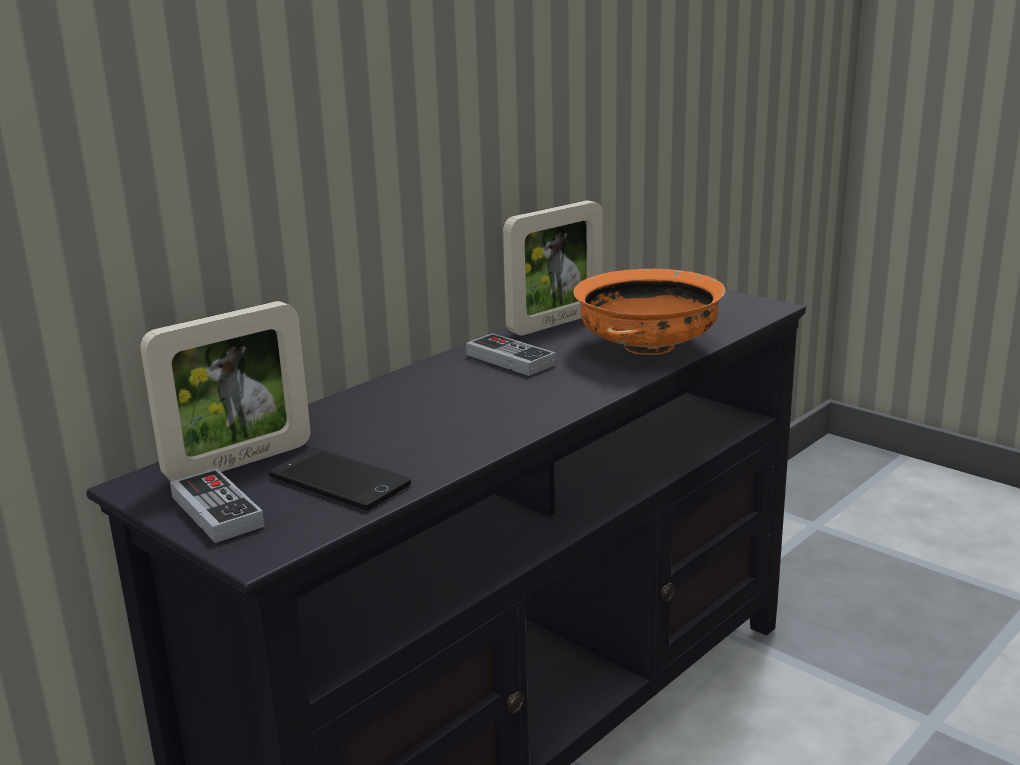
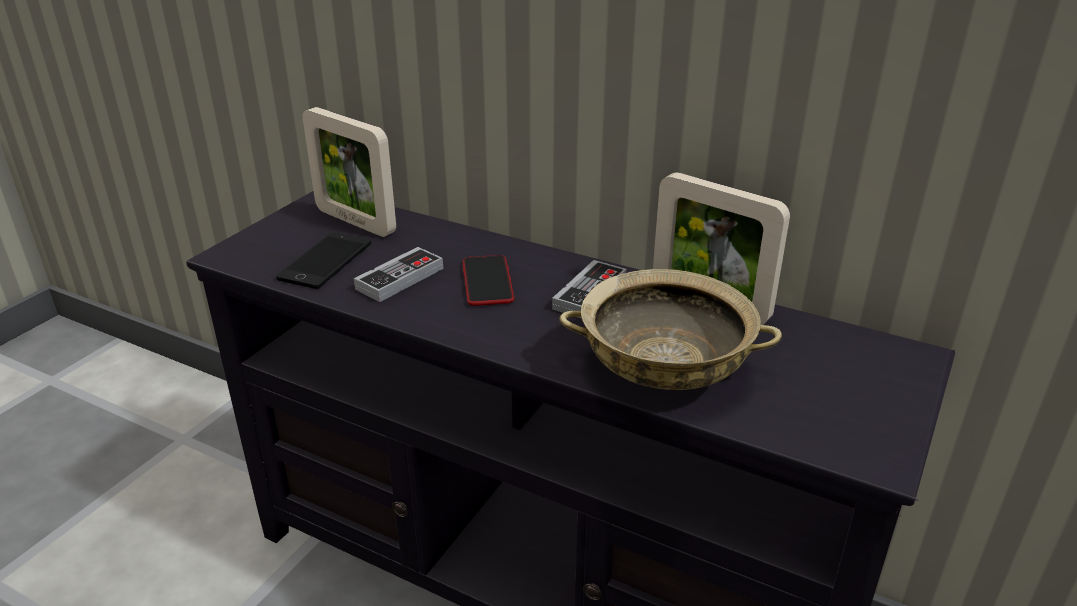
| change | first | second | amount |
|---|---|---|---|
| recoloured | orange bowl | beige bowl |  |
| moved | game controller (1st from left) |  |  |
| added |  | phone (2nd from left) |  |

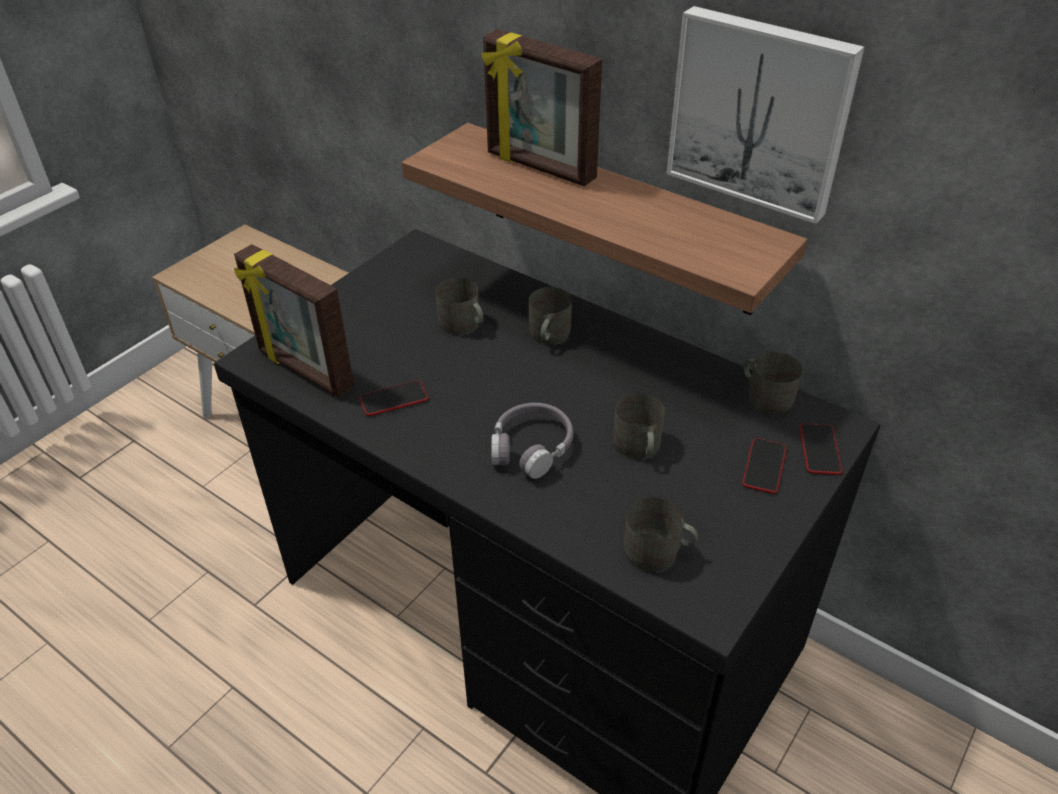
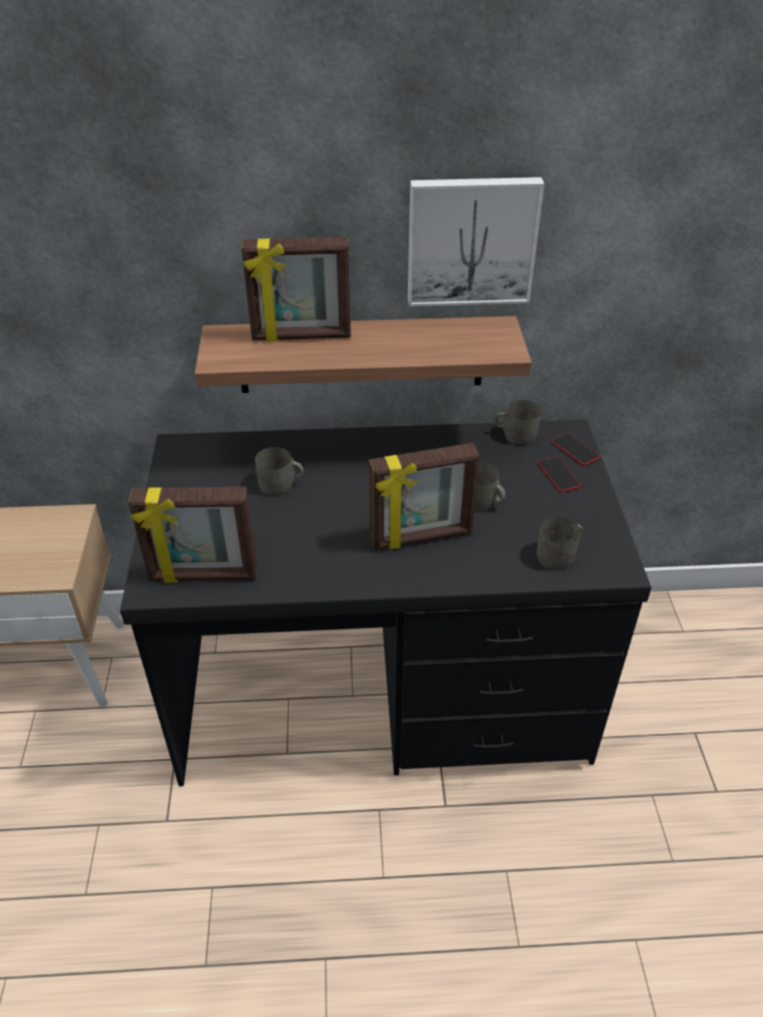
| change | first | second | amount |
|---|---|---|---|
| removed | grey mug (2nd from left) |  |  |
| removed | phone (1st from left) |  |  |
| replaced | grey headphones | picture frame (3rd from left) |  |

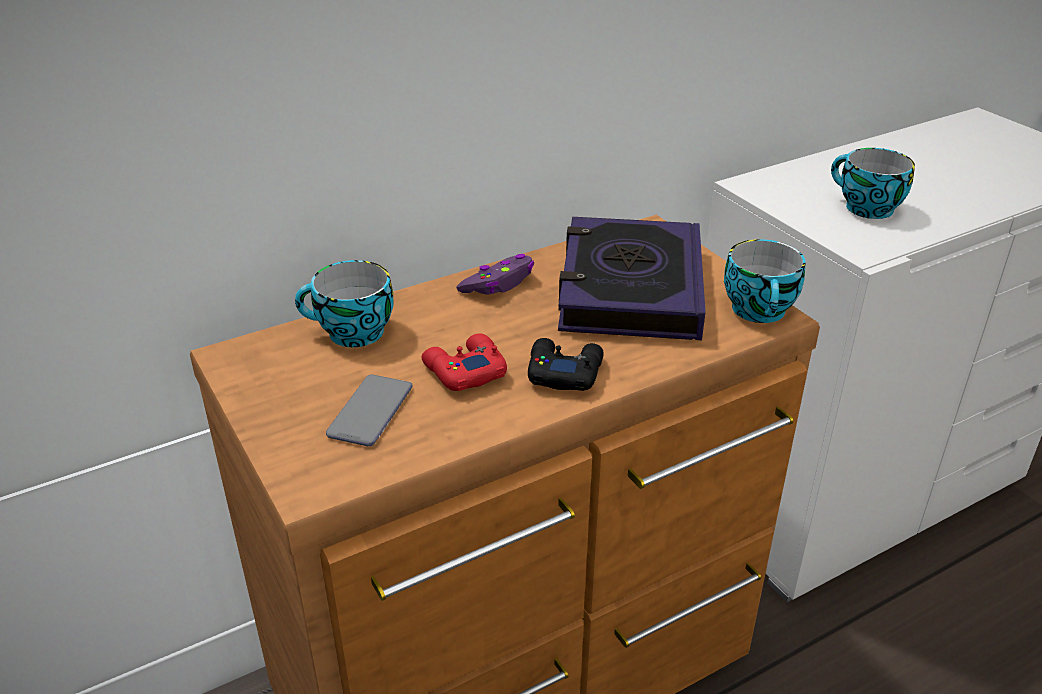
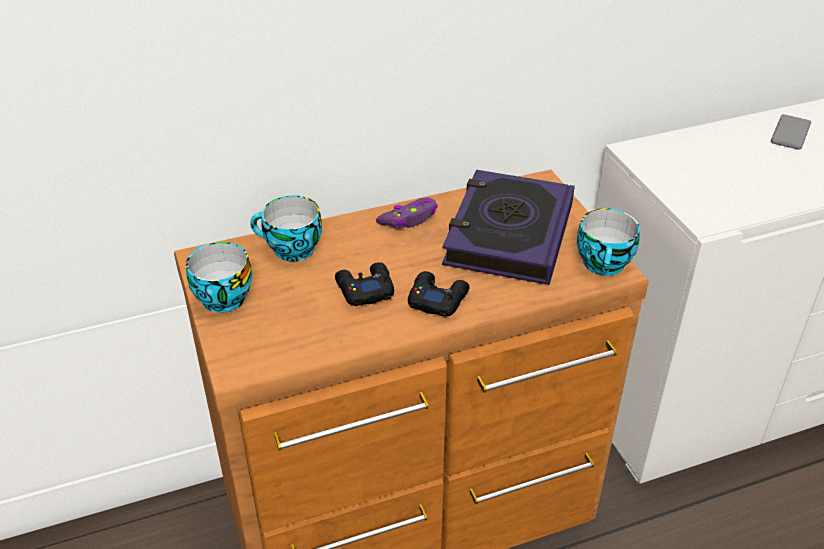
| change | first | second | amount |
|---|---|---|---|
| moved | cup (3rd from left in the first image) | cup (1st from left) |  |
| recoloured | red game controller | black game controller (1st from left) |  |
| moved | phone |  |  |

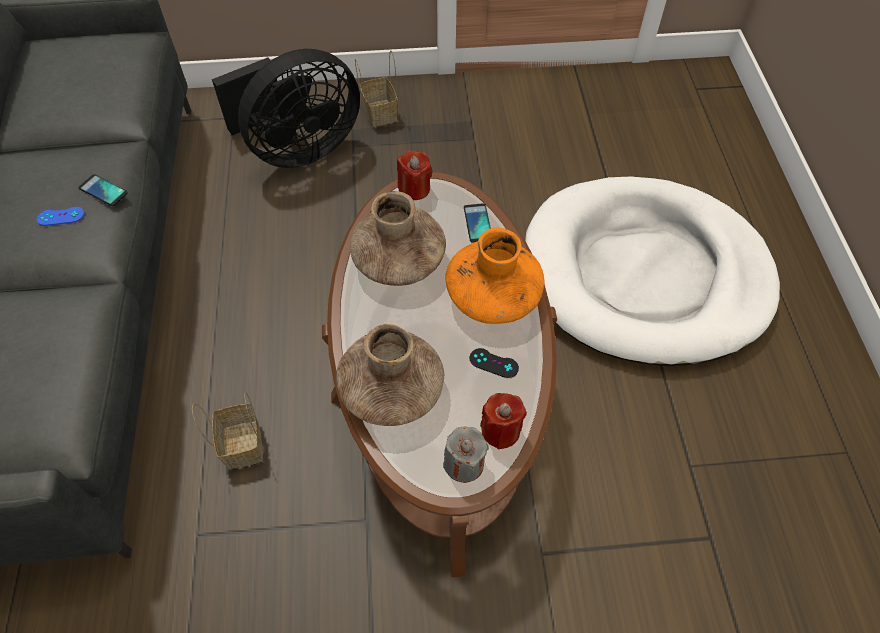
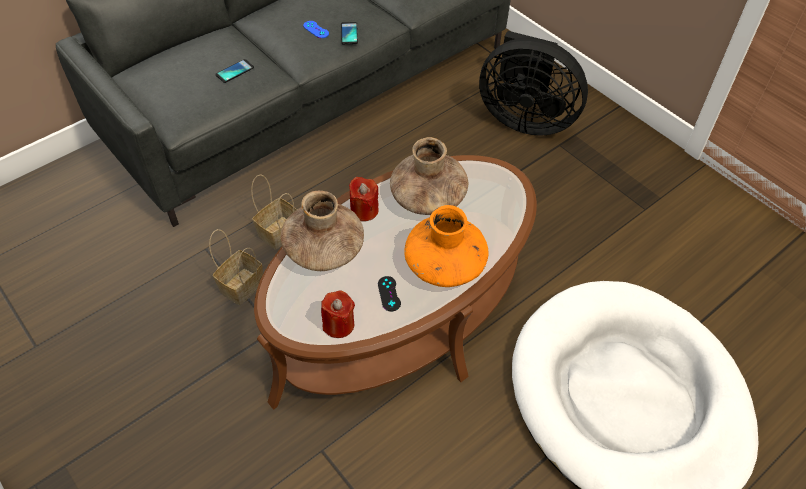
| change | first | second | amount |
|---|---|---|---|
| moved | basket (2nd from left in the first image) | basket (1st from left) |  |
| moved | red candle (1st from left in the first image) | red candle (2nd from left) |  |
| moved | phone (2nd from left in the first image) | phone (1st from left) |  |
| removed | grey candle |  |  |

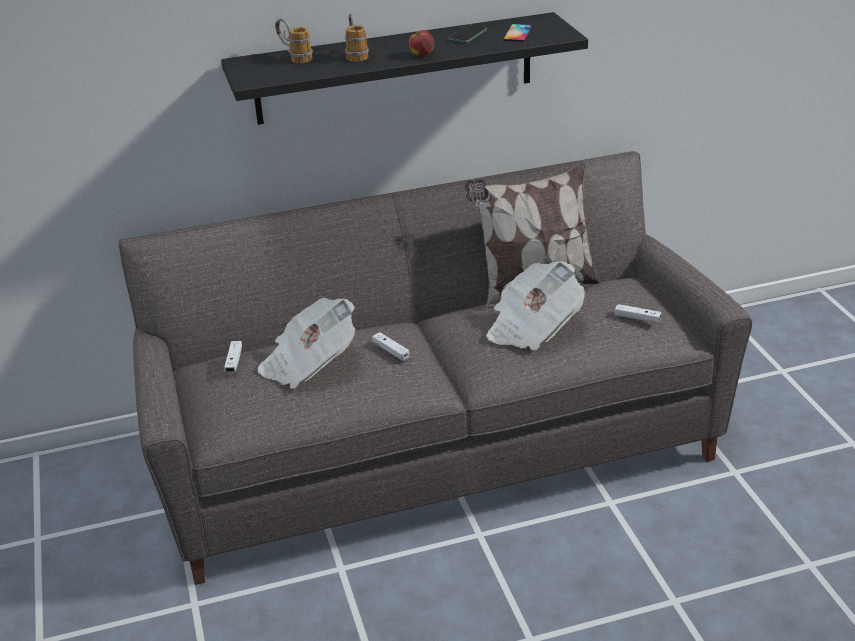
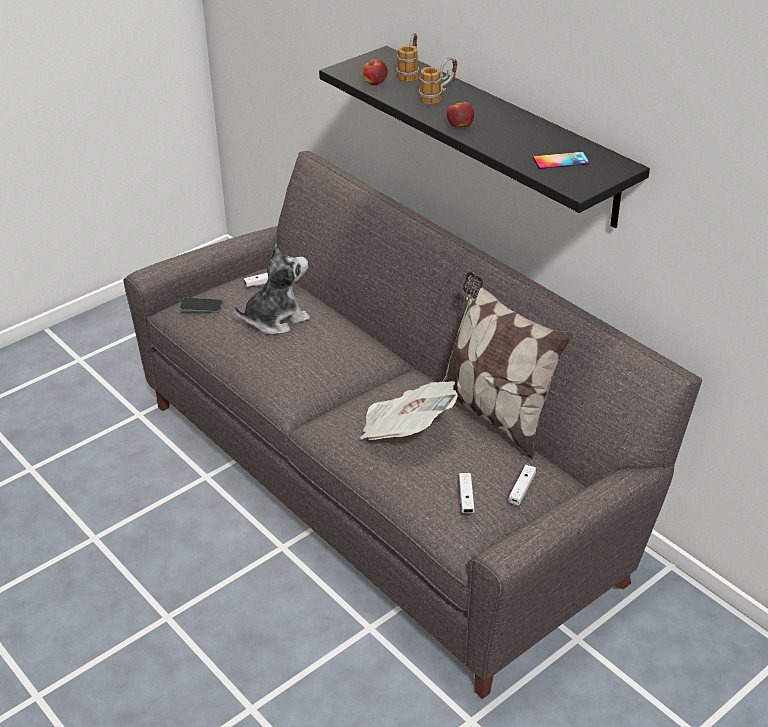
| change | first | second | amount |
|---|---|---|---|
| moved | phone (1st from left) |  |  |
| replaced | newspaper (1st from left) | plush toy |  |
| moved | white game controller (2nd from left in the first image) | white game controller (3rd from left) |  |
| added |  | apple (1st from left) |  |

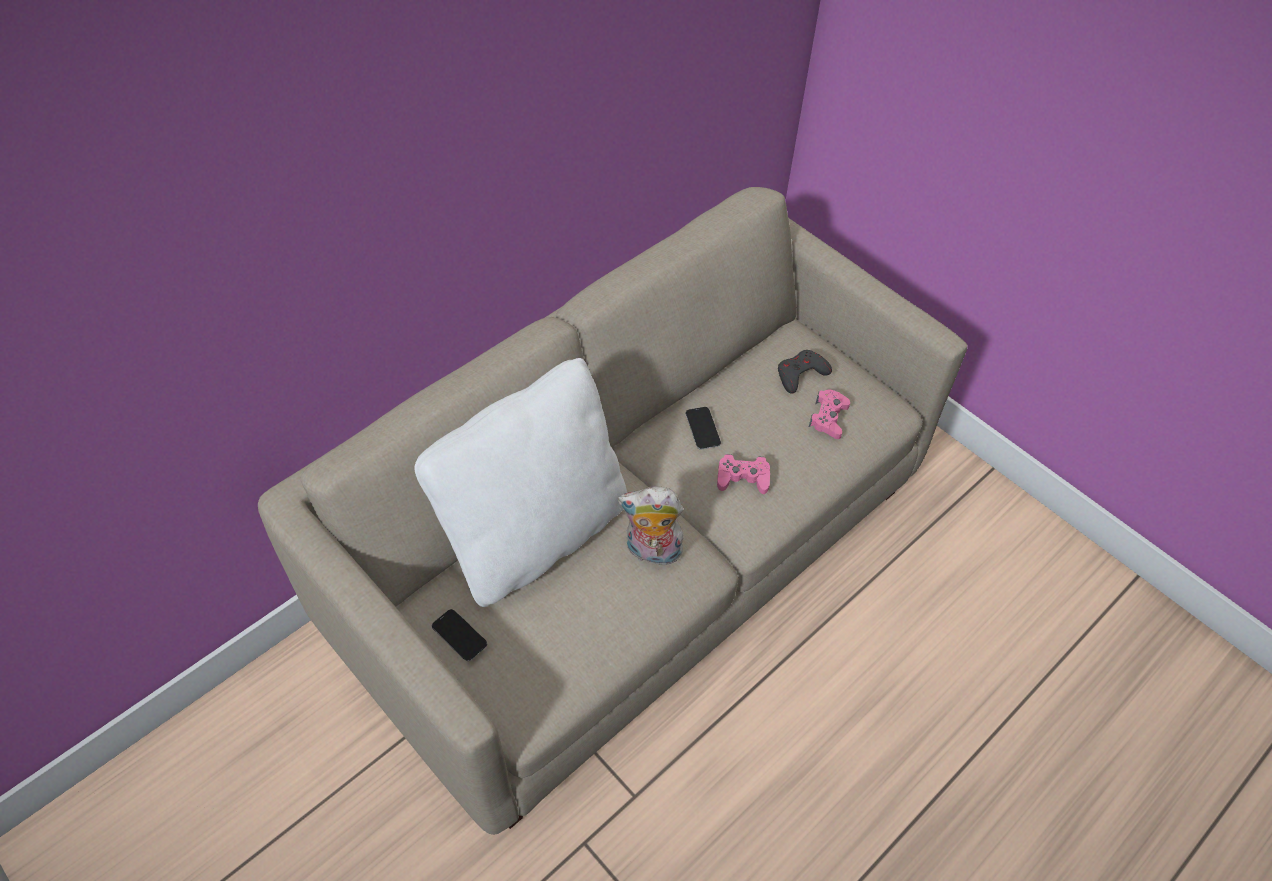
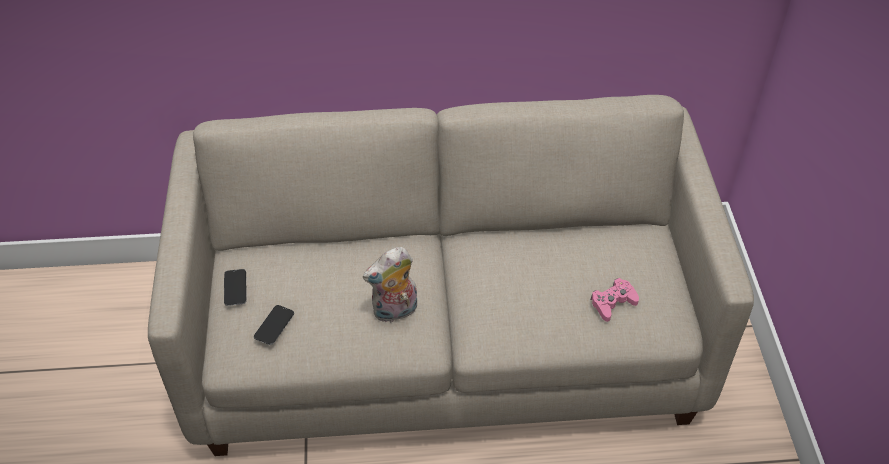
| change | first | second | amount |
|---|---|---|---|
| removed | grey game controller |  |  |
| removed | white pillow |  |  |
| moved | phone (2nd from left) |  |  |
| removed | pink game controller (1st from left) |  |  |
| turned | plush toy |  | 75 degrees counterclockwise |

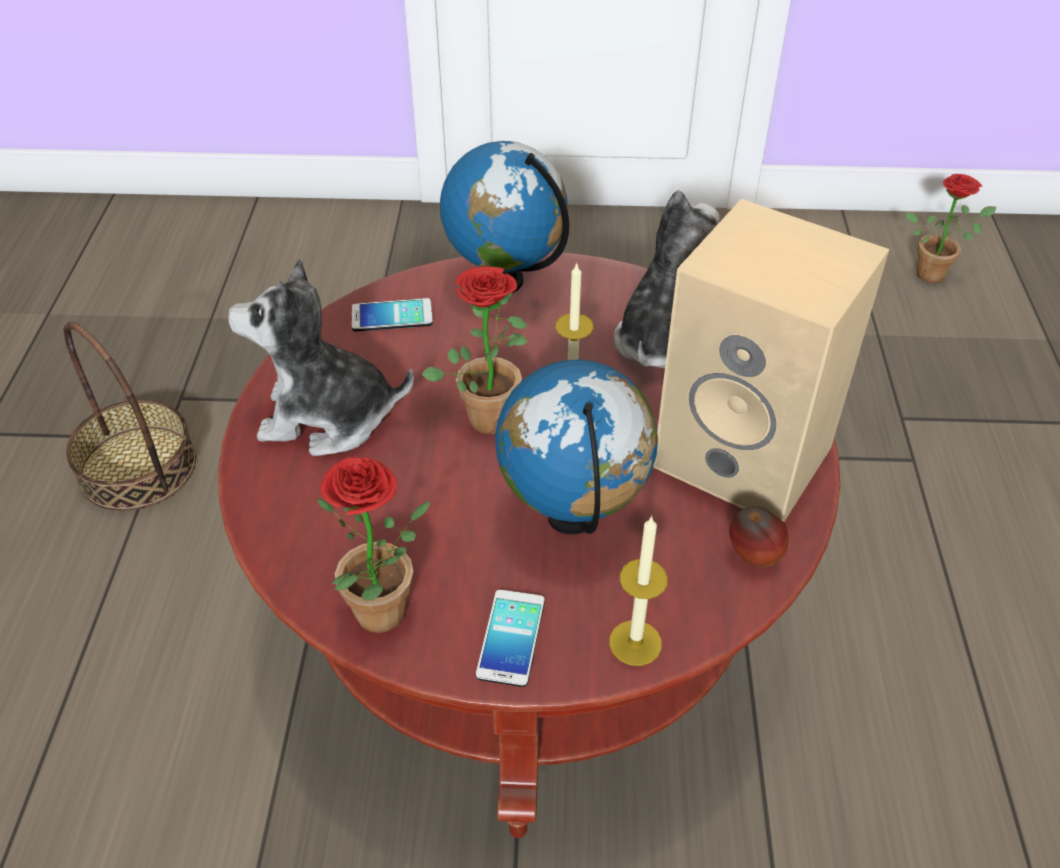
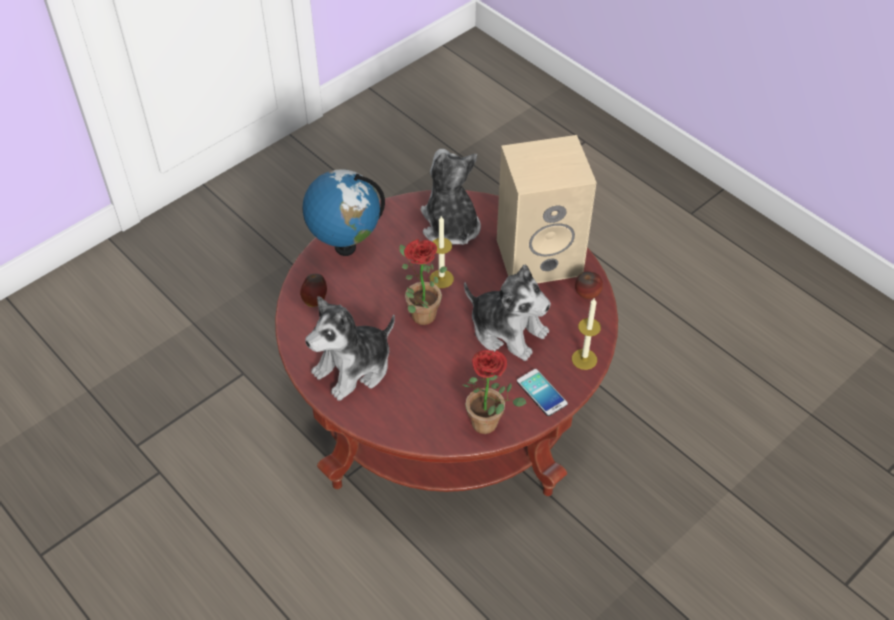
| change | first | second | amount |
|---|---|---|---|
| removed | potted plant (3rd from left) |  |  |
| replaced | phone (1st from left) | apple (1st from left) |  |
| removed | basket |  |  |
| replaced | globe (2nd from left) | plush toy (3rd from left) |  |

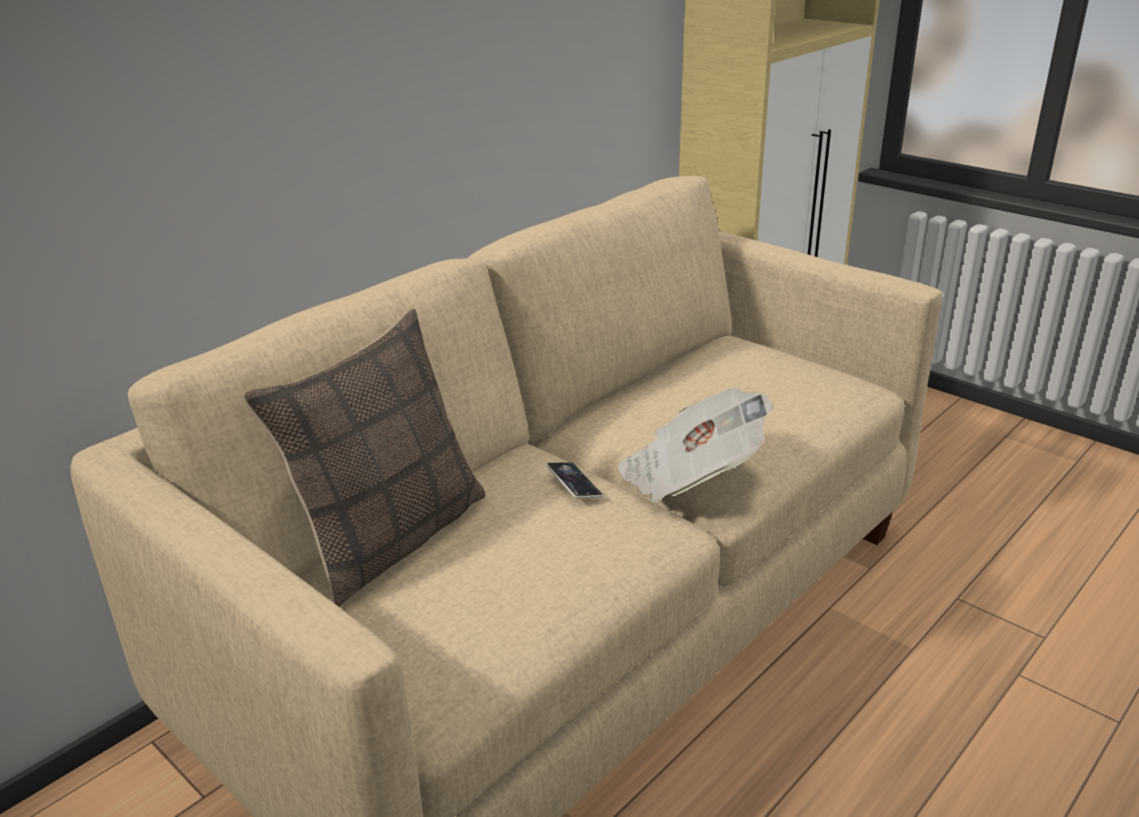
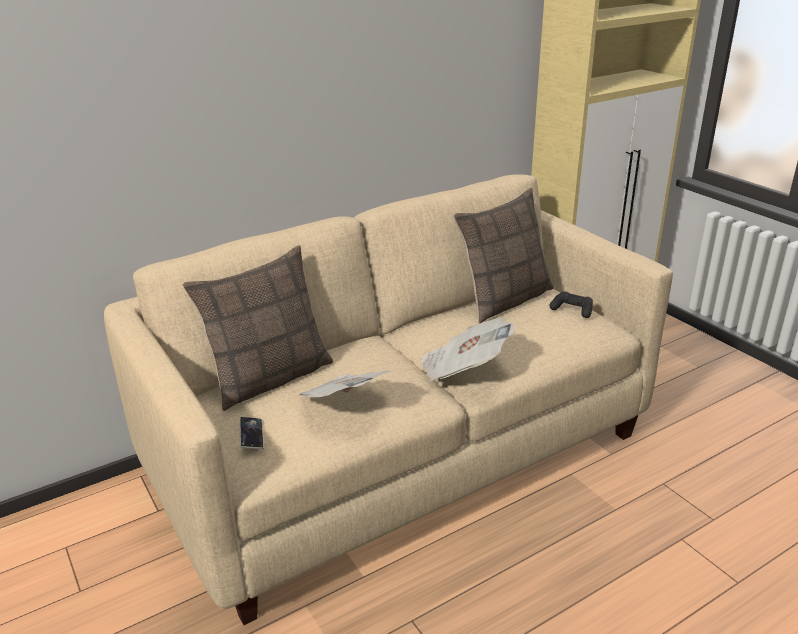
| change | first | second | amount |
|---|---|---|---|
| moved | phone |  |  |
| added |  | pillow (2nd from left) |  |
| added |  | black game controller |  |
| added |  | newspaper (1st from left) |  |

